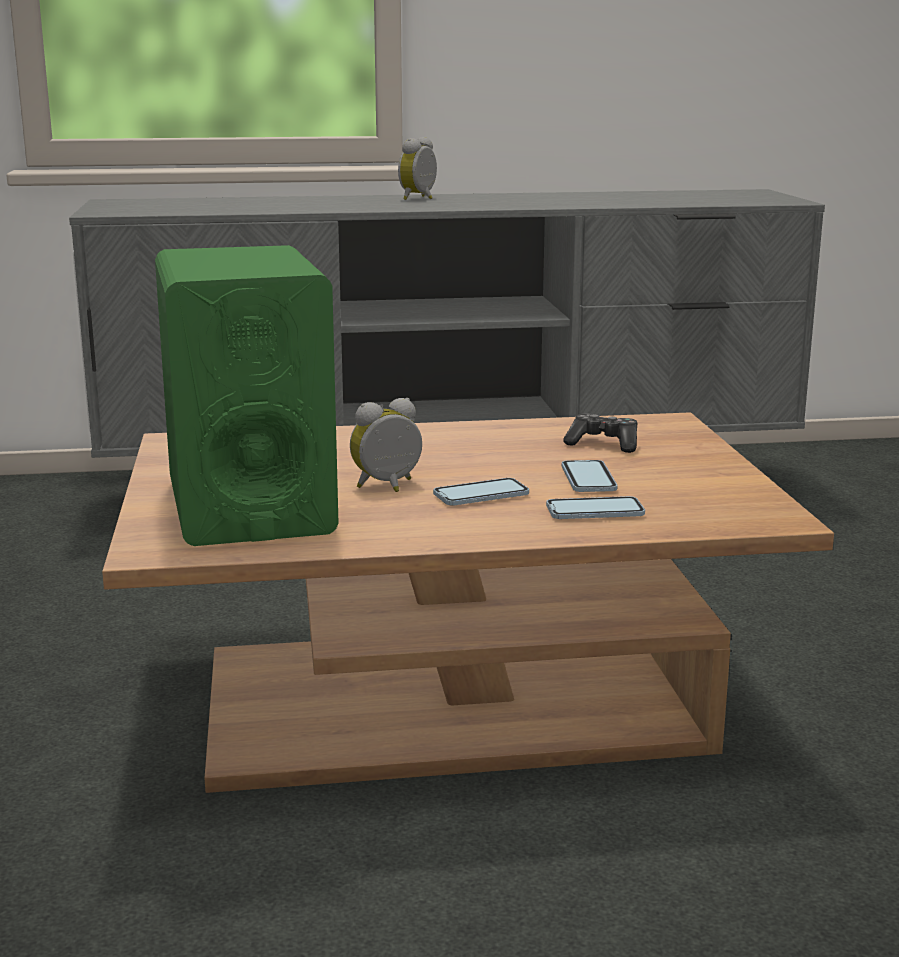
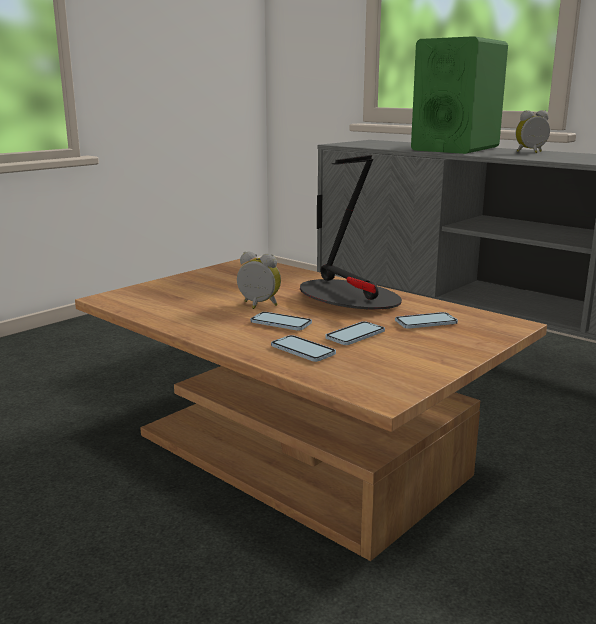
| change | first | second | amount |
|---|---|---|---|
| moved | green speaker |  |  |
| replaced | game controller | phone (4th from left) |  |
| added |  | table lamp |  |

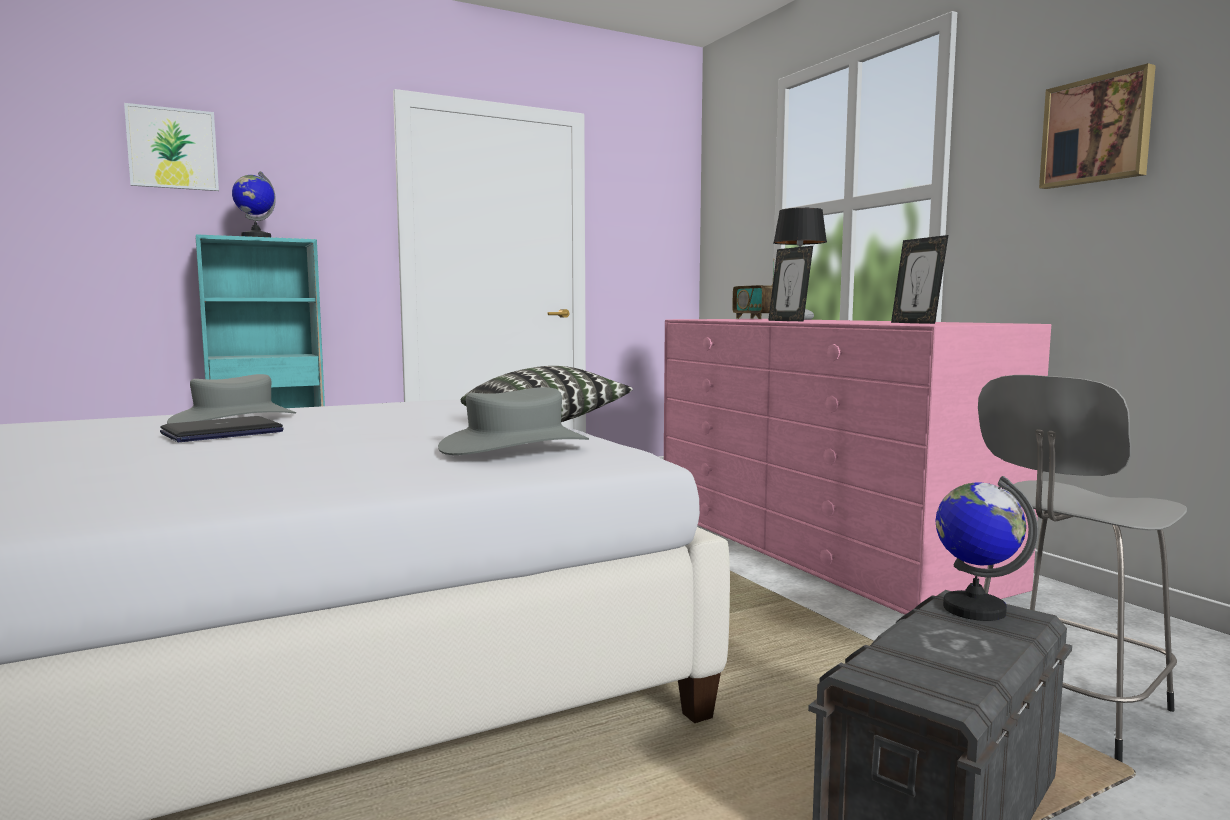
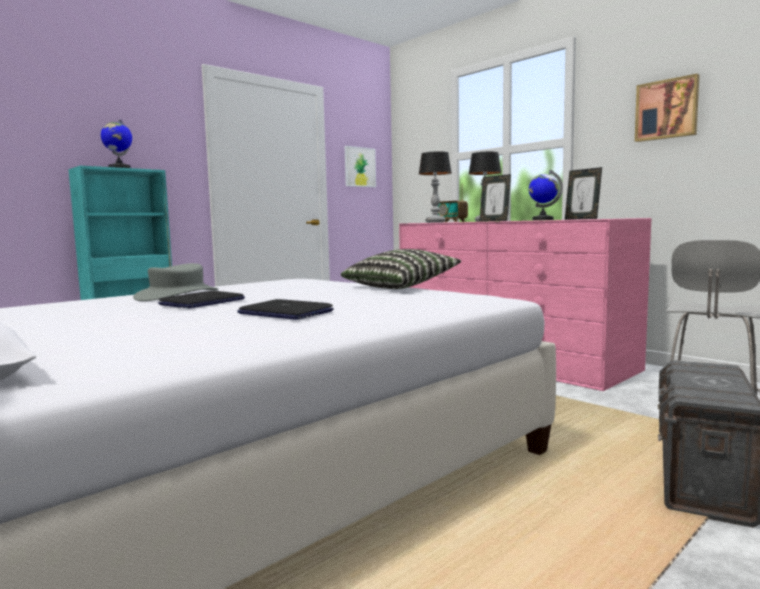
| change | first | second | amount |
|---|---|---|---|
| moved | picture (1st from left) |  |  |
| removed | grey hat (2nd from left) |  |  |
| moved | globe (2nd from left) |  |  |
| added |  | table lamp (1st from left) |  |
| added |  | laptop (2nd from left) |  |

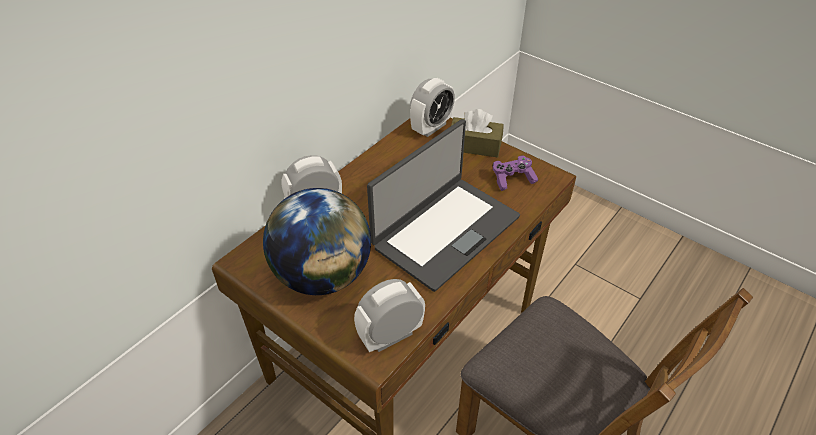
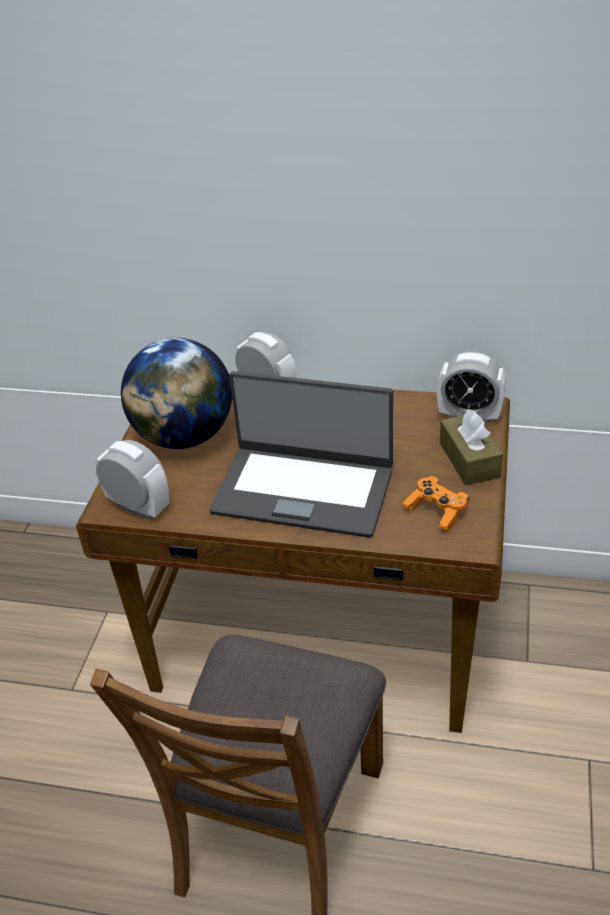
| change | first | second | amount |
|---|---|---|---|
| recoloured | purple game controller | orange game controller |  |

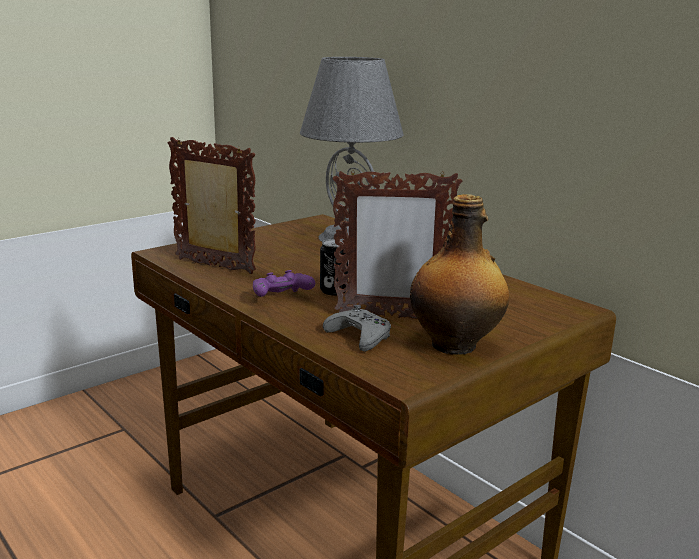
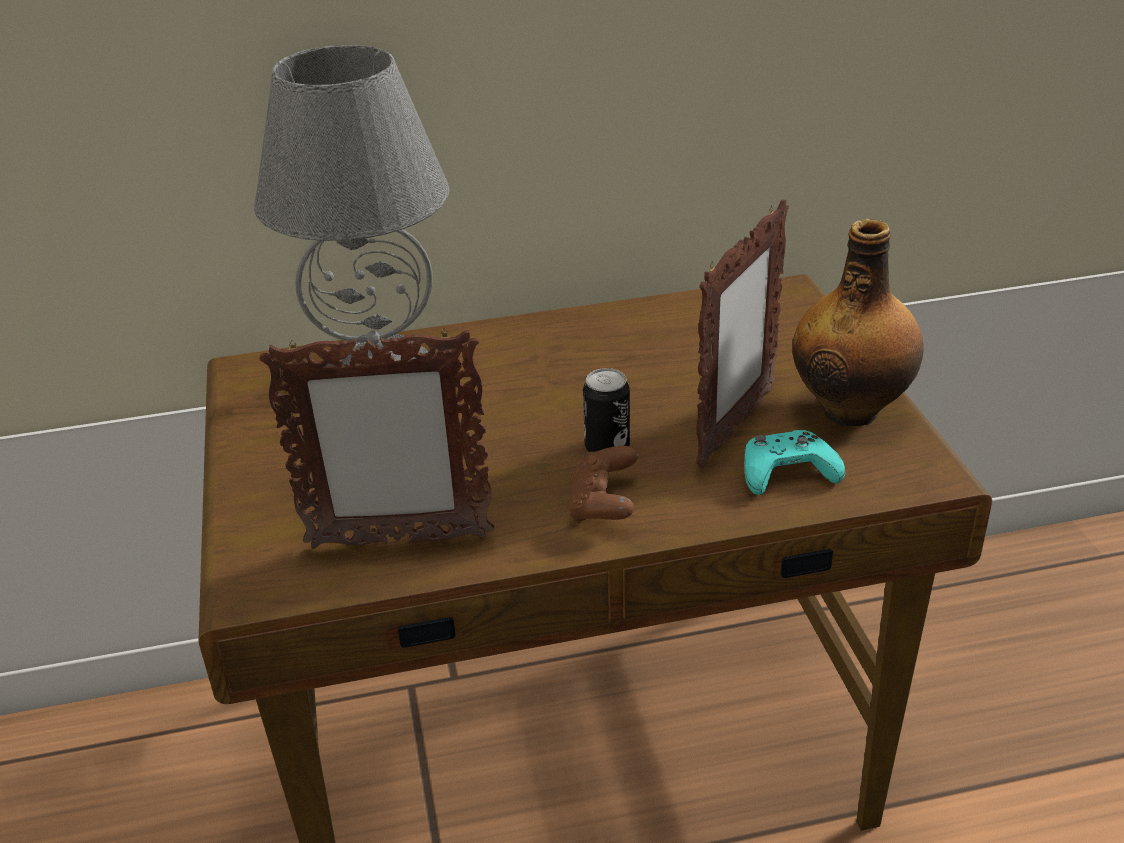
| change | first | second | amount |
|---|---|---|---|
| turned | picture frame (1st from left) |  | 150 degrees counterclockwise |
| recoloured | purple game controller | brown game controller |  |
| recoloured | grey game controller | turquoise game controller |  |

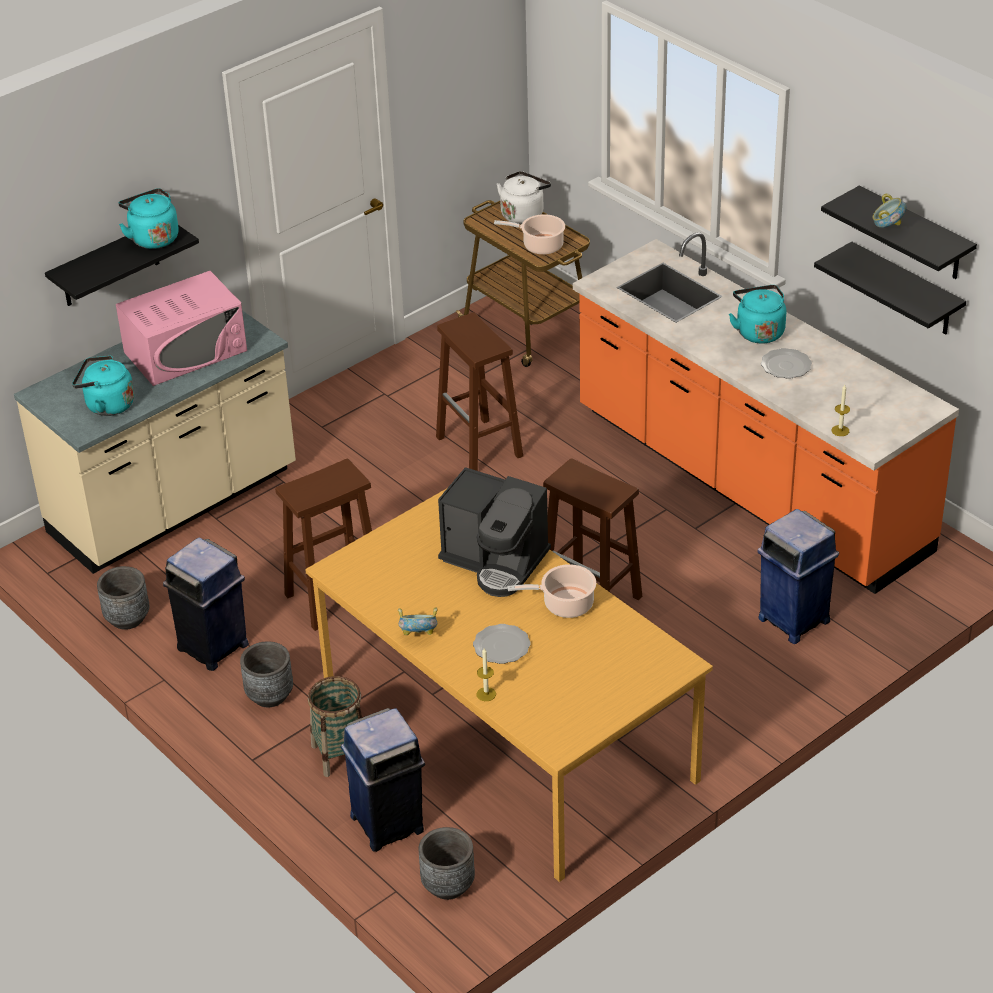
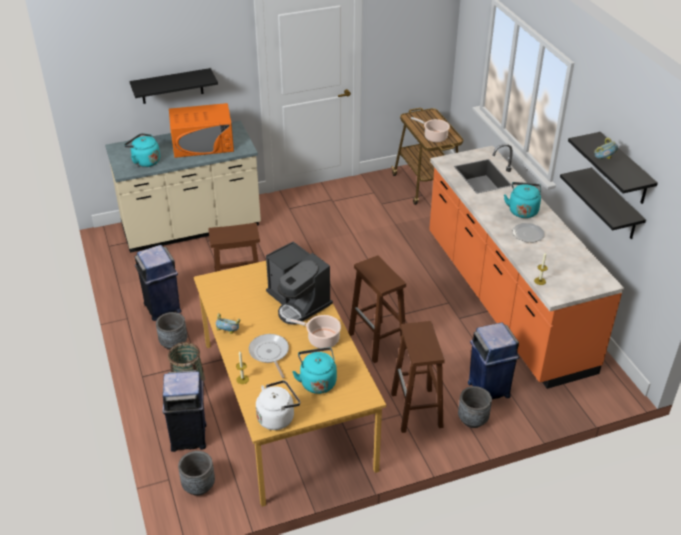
| change | first | second | amount |
|---|---|---|---|
| moved | white kettle |  |  |
| moved | turquoise kettle (2nd from left) |  |  |
| recoloured | pink microwave | orange microwave |  |
| moved | brown stool (2nd from left in the first image) | brown stool (3rd from left) |  |
| moved | grey planter (1st from left in the first image) | grey planter (3rd from left) |  |
| replaced | plate (1st from left) | frying pan |  |

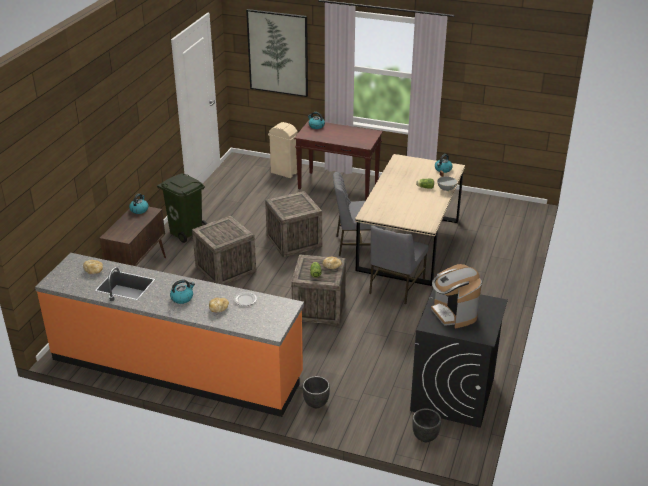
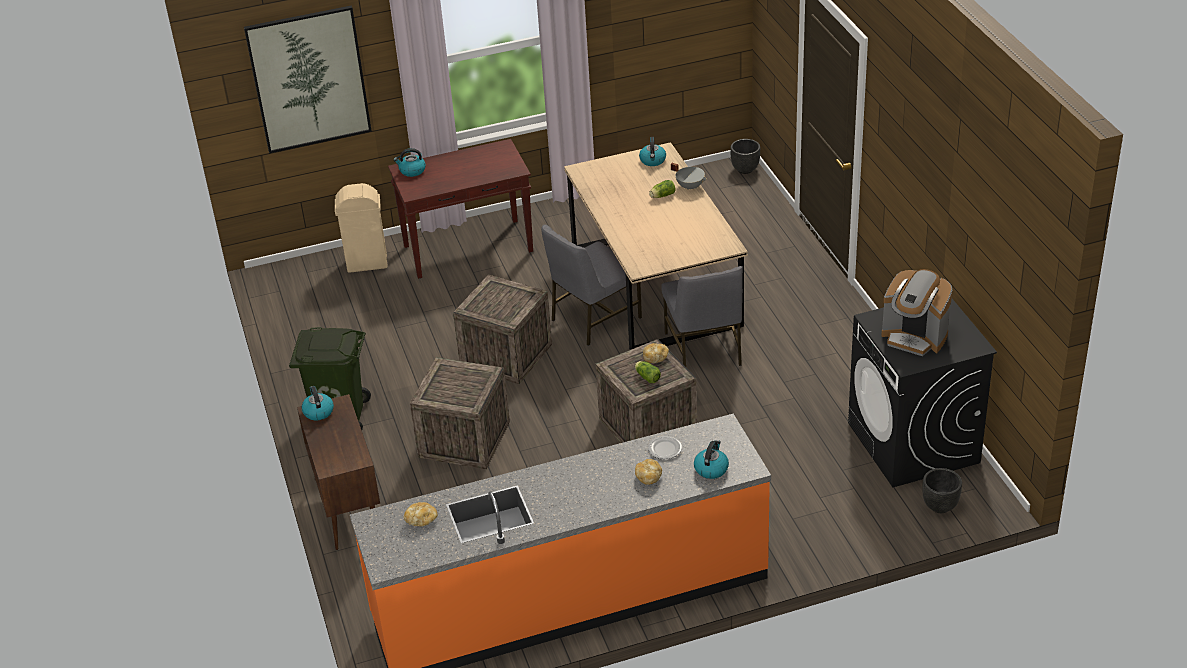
| change | first | second | amount |
|---|---|---|---|
| moved | kettle (2nd from left in the first image) | kettle (4th from left) |  |
| moved | black planter (1st from left) |  |  |

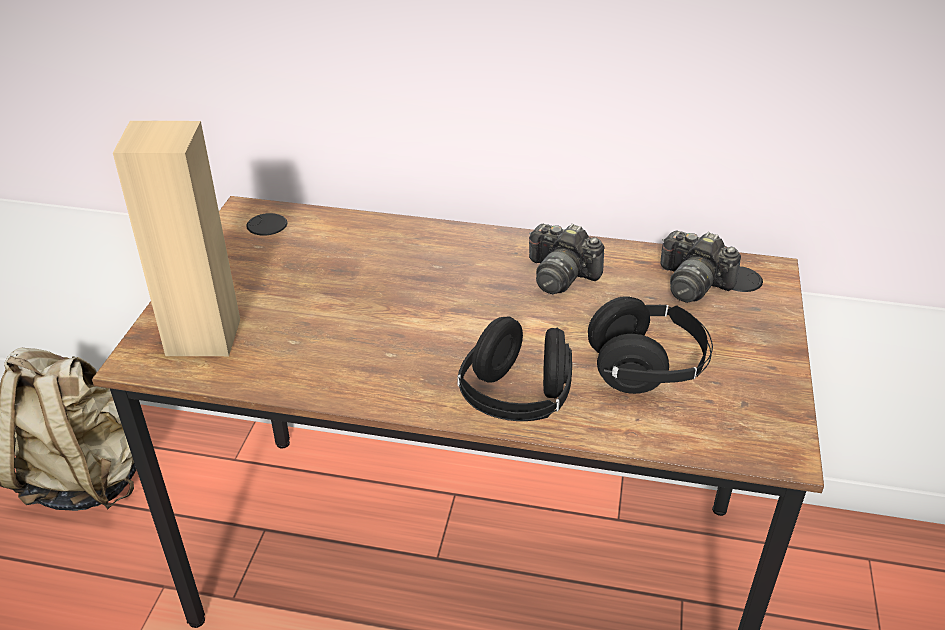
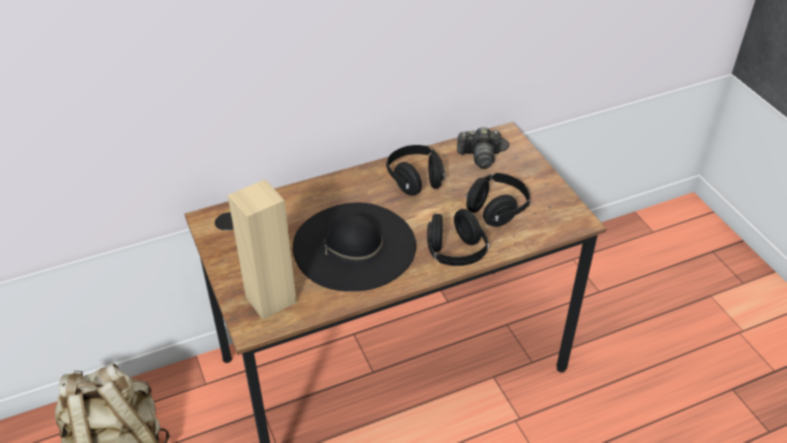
| change | first | second | amount |
|---|---|---|---|
| replaced | photo camera (1st from left) | black headphones (1st from left) |  |
| added |  | black hat |  |

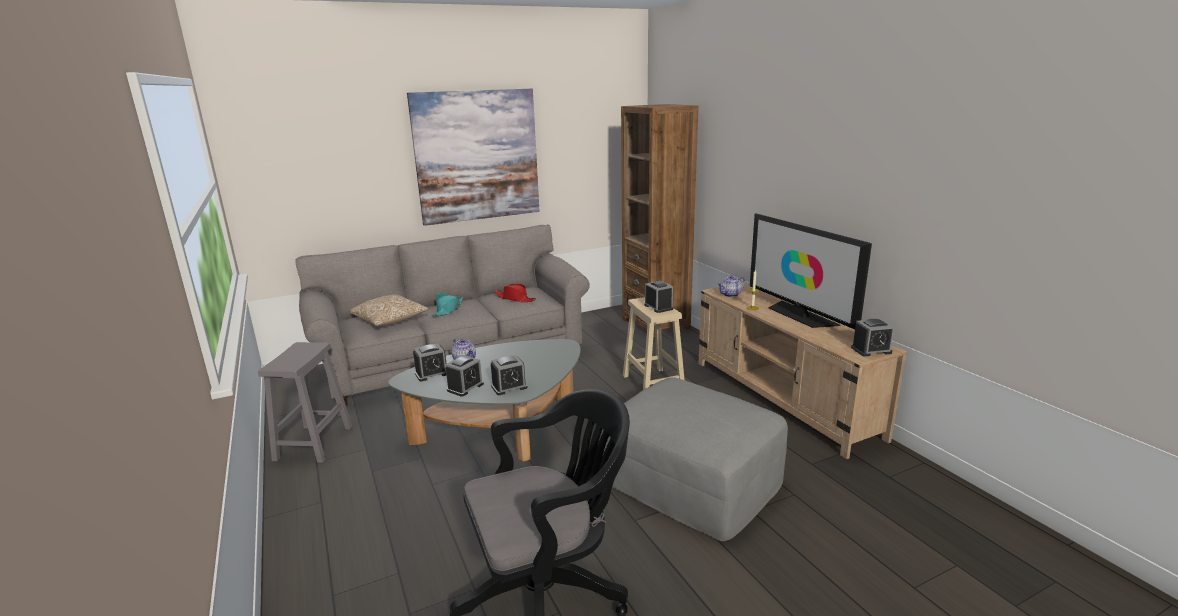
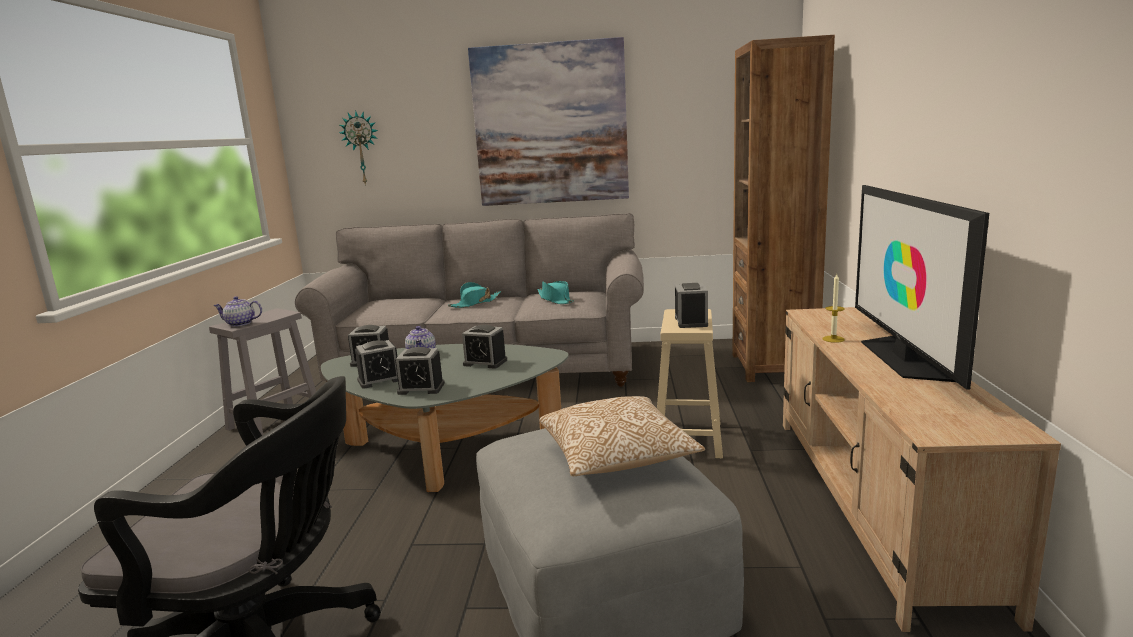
| change | first | second | amount |
|---|---|---|---|
| moved | teapot (2nd from left in the first image) | teapot (1st from left) |  |
| recoloured | red hat | turquoise hat (2nd from left) |  |
| moved | pillow |  |  |
| moved | alarm clock (5th from left in the first image) | alarm clock (4th from left) |  |
| added |  | wall clock |  |

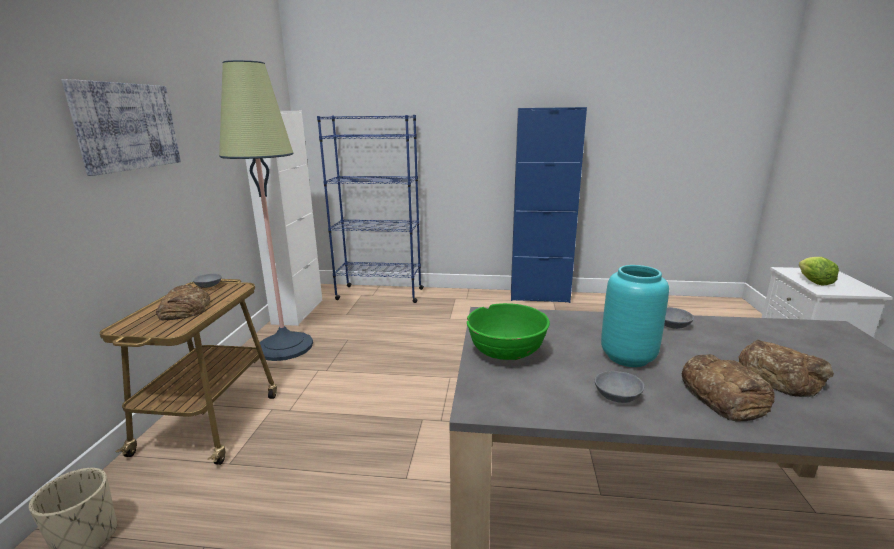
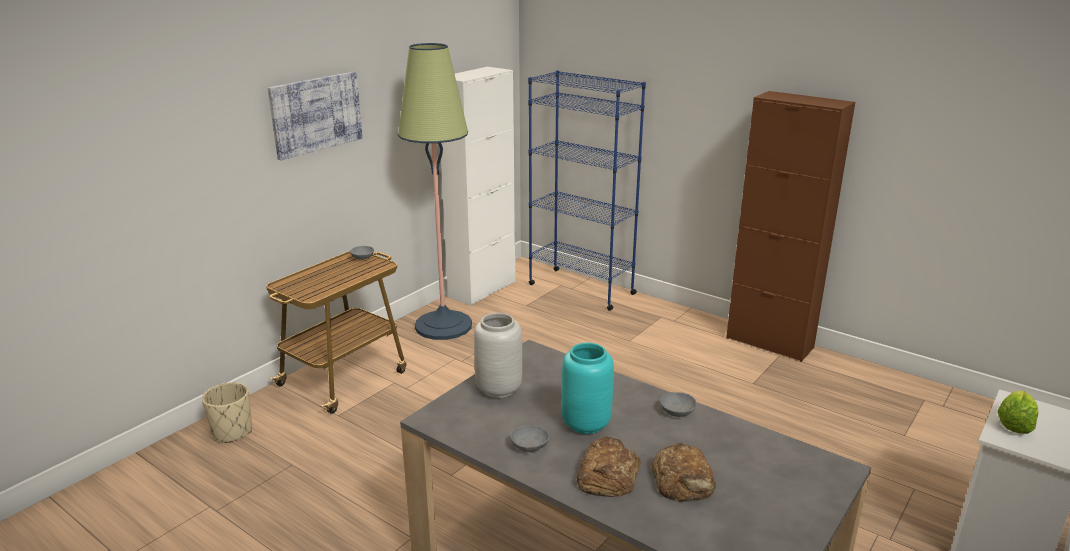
| change | first | second | amount |
|---|---|---|---|
| recoloured | blue cabinet | brown cabinet |  |
| removed | bread (1st from left) |  |  |
| replaced | green bowl | grey vase |  |

